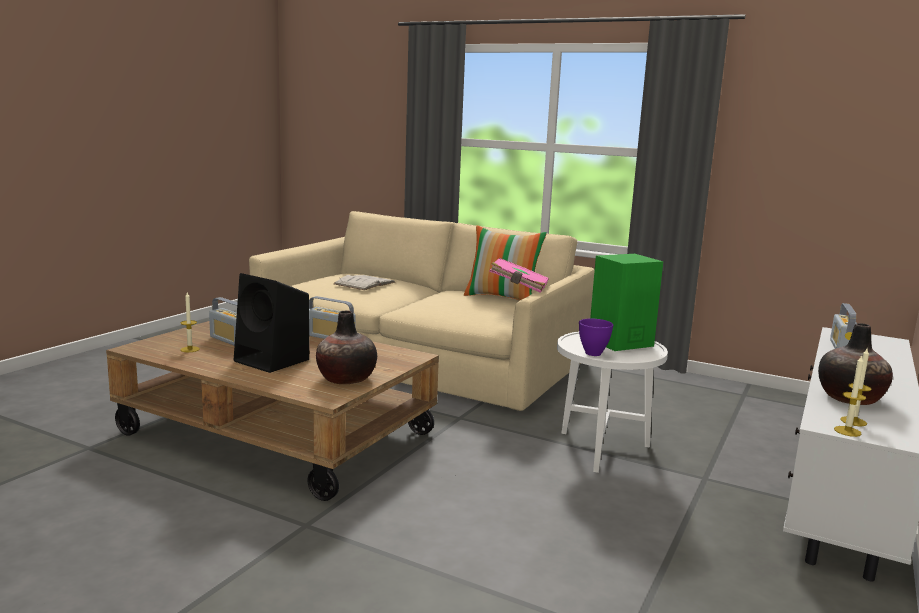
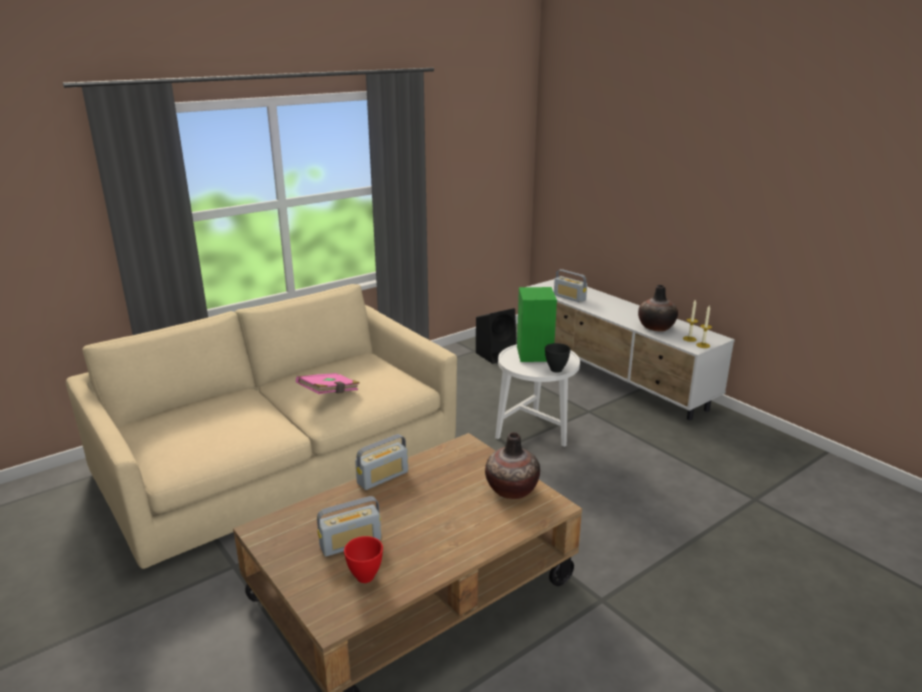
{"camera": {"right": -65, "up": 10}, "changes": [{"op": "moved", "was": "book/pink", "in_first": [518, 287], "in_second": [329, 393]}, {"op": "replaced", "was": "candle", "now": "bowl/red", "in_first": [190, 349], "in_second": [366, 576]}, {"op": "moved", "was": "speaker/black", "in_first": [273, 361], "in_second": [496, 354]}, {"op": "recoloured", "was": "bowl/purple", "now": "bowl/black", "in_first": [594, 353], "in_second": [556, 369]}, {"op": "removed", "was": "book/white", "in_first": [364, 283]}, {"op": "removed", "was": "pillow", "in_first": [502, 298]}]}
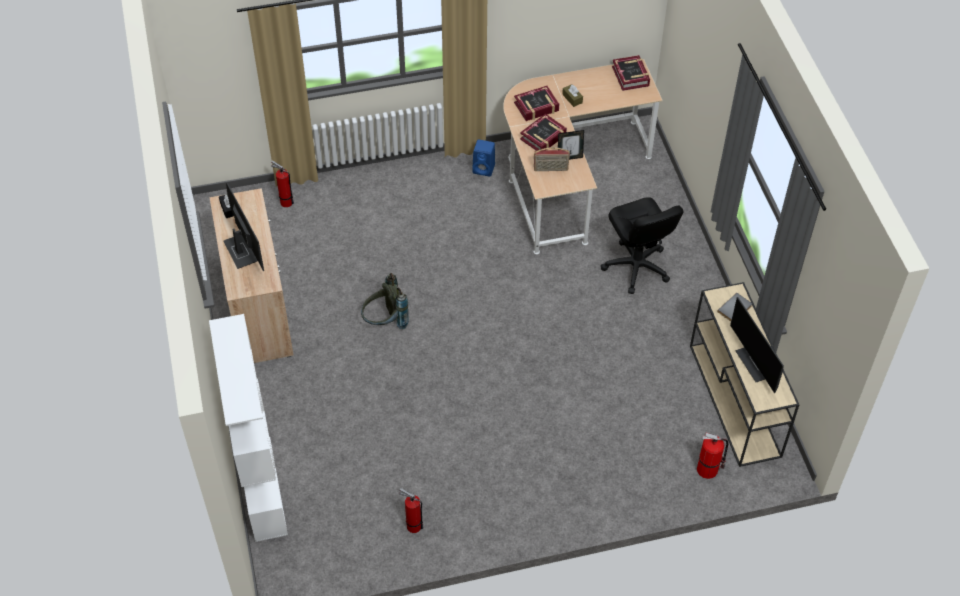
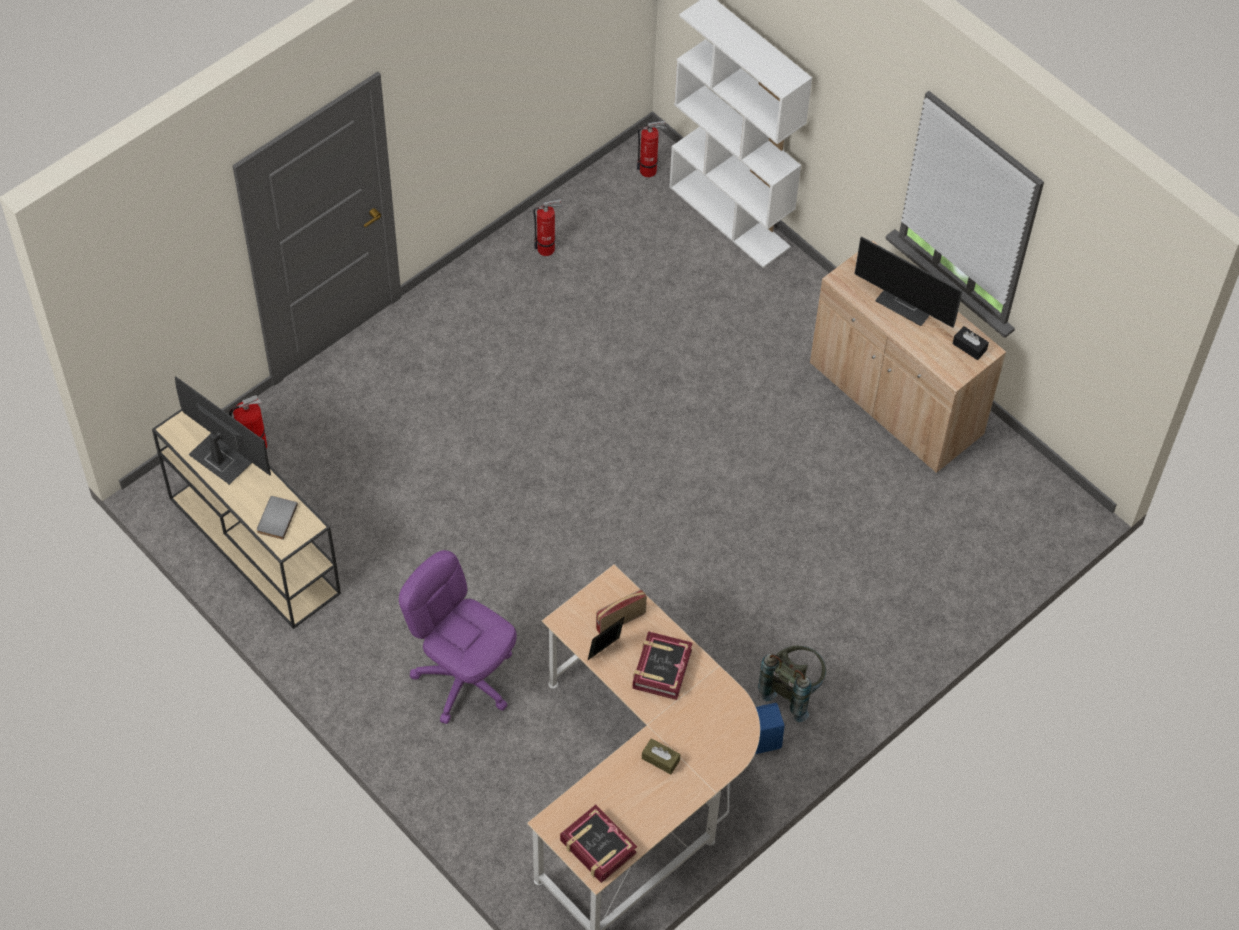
{"camera": {"right": 150, "up": 5}, "changes": [{"op": "recoloured", "was": "office chair/black", "now": "office chair/purple", "in_first": [636, 267], "in_second": [464, 678]}, {"op": "moved", "was": "fire extinguisher", "in_first": [285, 202], "in_second": [650, 170]}, {"op": "moved", "was": "backpack/grey", "in_first": [385, 322], "in_second": [792, 690]}, {"op": "removed", "was": "book", "in_first": [536, 107]}]}
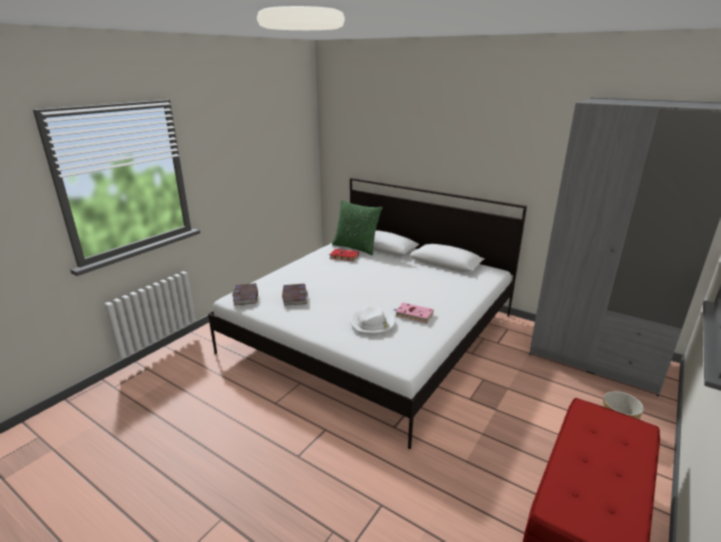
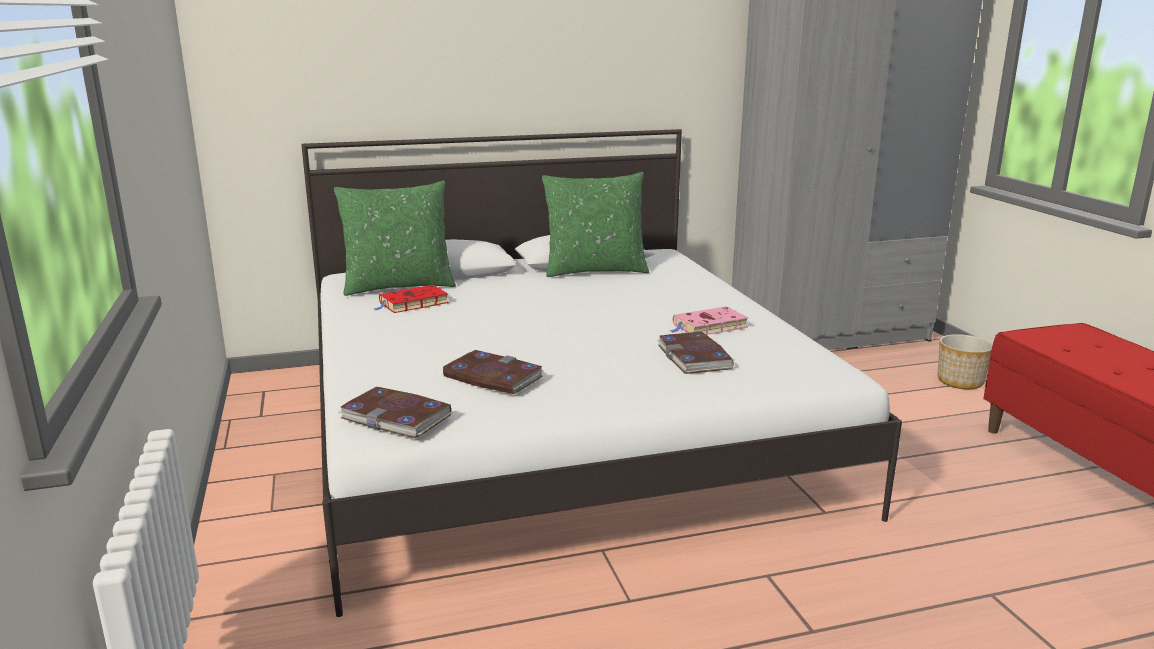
{"camera": {"right": -50, "up": -5}, "changes": [{"op": "added", "now": "pillow/green", "in_second": [595, 270]}, {"op": "replaced", "was": "hat/white", "now": "book", "in_first": [372, 324], "in_second": [694, 357]}]}
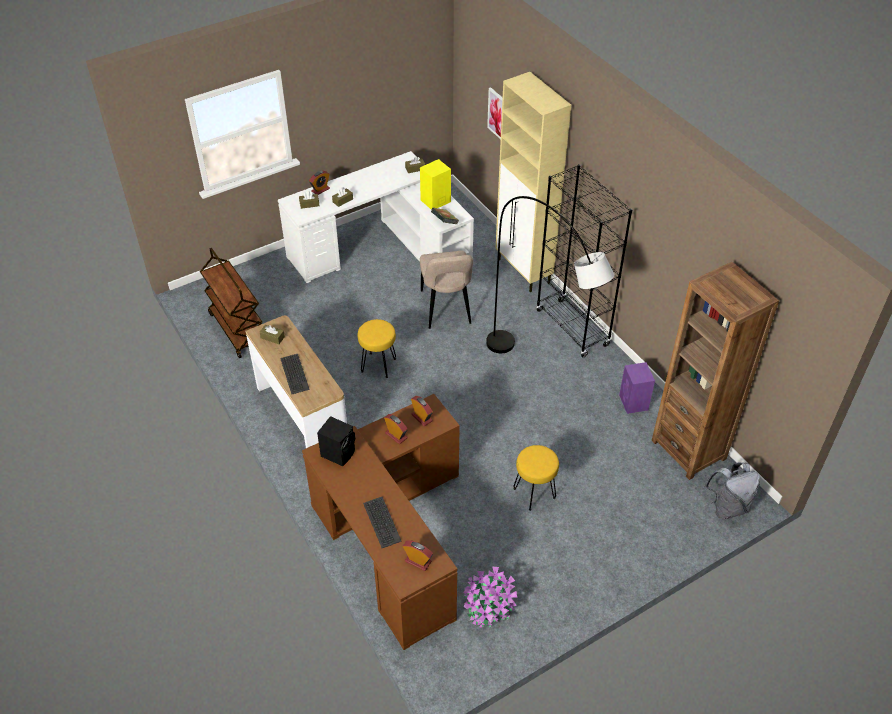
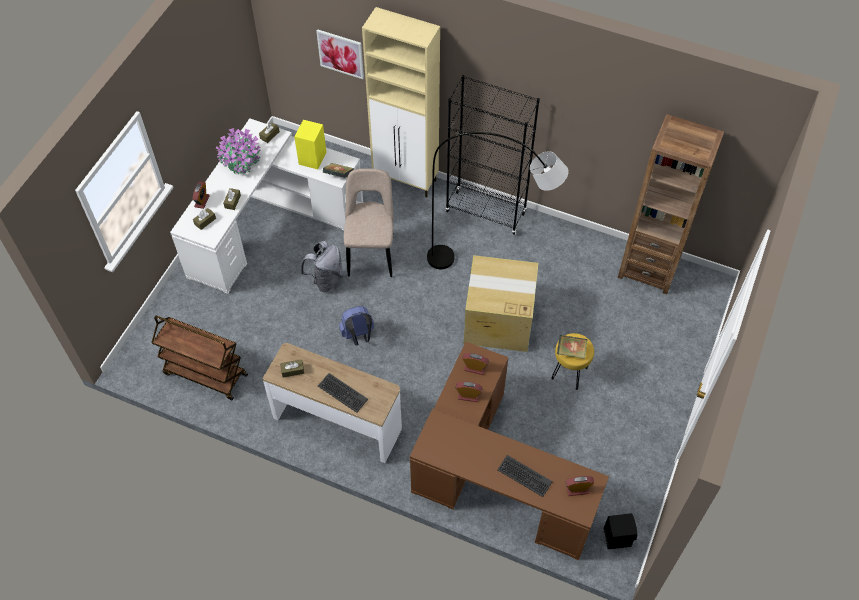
{"camera": {"right": -35, "up": 10}, "changes": [{"op": "moved", "was": "potted plant", "in_first": [488, 607], "in_second": [240, 161]}, {"op": "moved", "was": "backpack/grey", "in_first": [727, 507], "in_second": [326, 280]}, {"op": "replaced", "was": "stool/yellow", "now": "backpack/blue", "in_first": [378, 365], "in_second": [358, 336]}, {"op": "turned", "was": "chair/beige", "in_first": [446, 309], "in_second": [371, 251], "clockwise": -135}, {"op": "added", "now": "cardboard box", "in_second": [497, 320]}, {"op": "added", "now": "book", "in_second": [571, 351]}, {"op": "moved", "was": "speaker/black", "in_first": [339, 452], "in_second": [617, 536]}, {"op": "removed", "was": "speaker/purple", "in_first": [633, 403]}]}
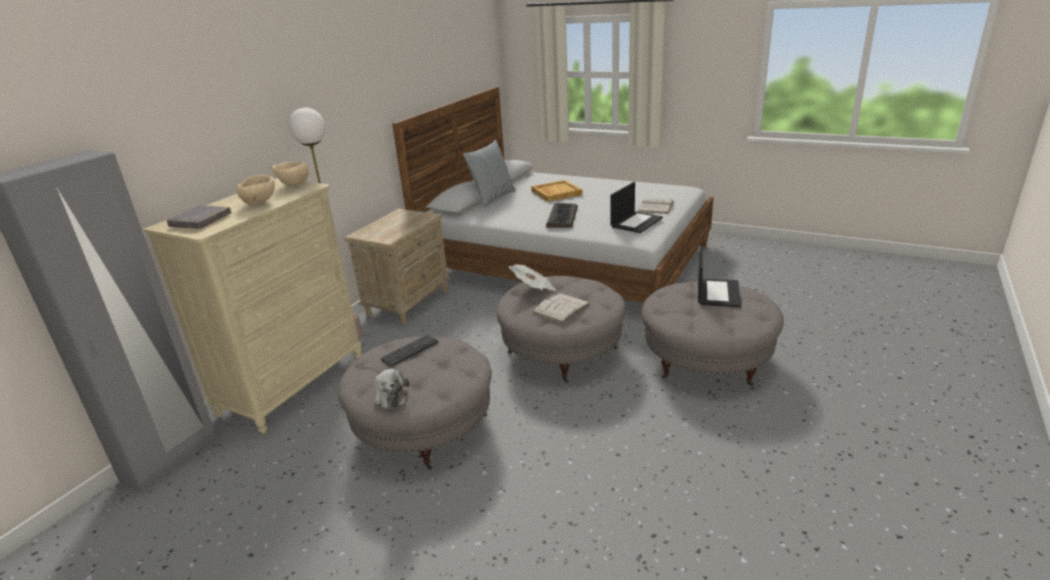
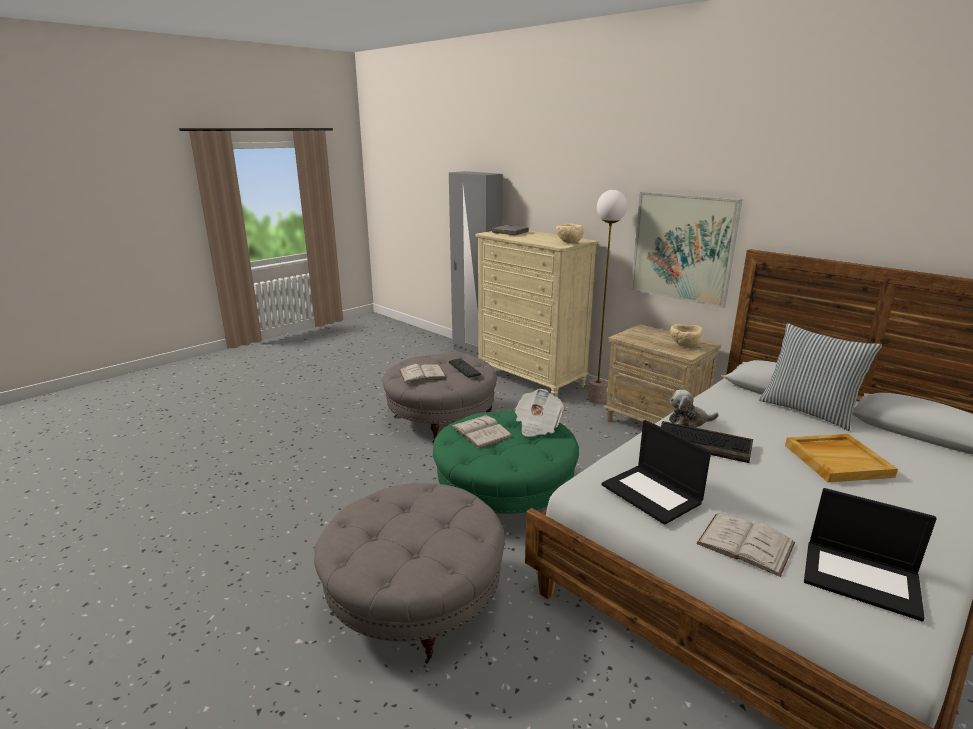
{"camera": {"right": 105, "up": -5}, "changes": [{"op": "added", "now": "book/white", "in_second": [422, 374]}, {"op": "recoloured", "was": "ottoman/grey", "now": "ottoman/green", "in_first": [562, 351], "in_second": [505, 496]}, {"op": "added", "now": "picture", "in_second": [682, 248]}, {"op": "moved", "was": "plush toy", "in_first": [390, 396], "in_second": [689, 421]}, {"op": "moved", "was": "bowl/beige", "in_first": [260, 203], "in_second": [684, 345]}, {"op": "moved", "was": "laptop", "in_first": [717, 292], "in_second": [862, 578]}]}
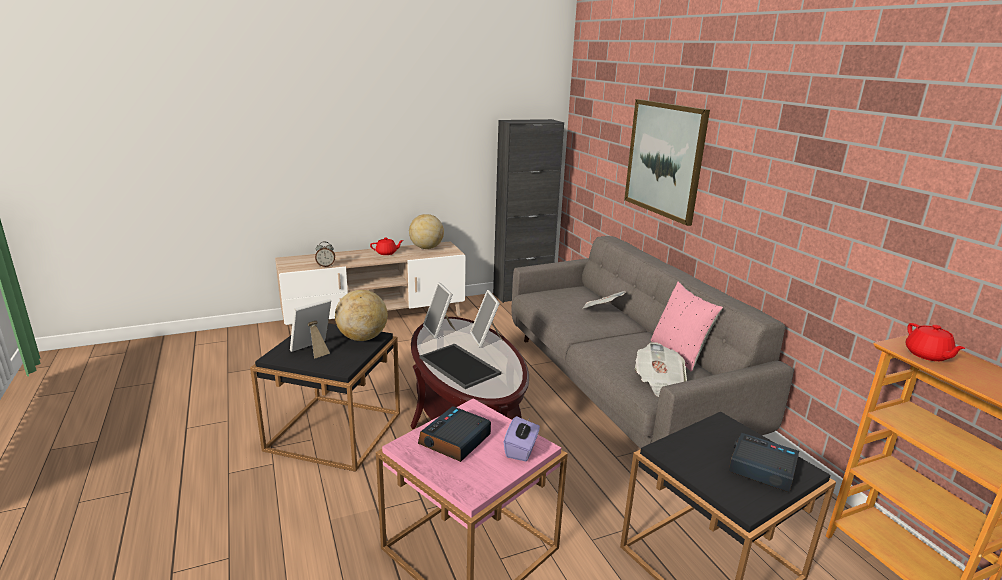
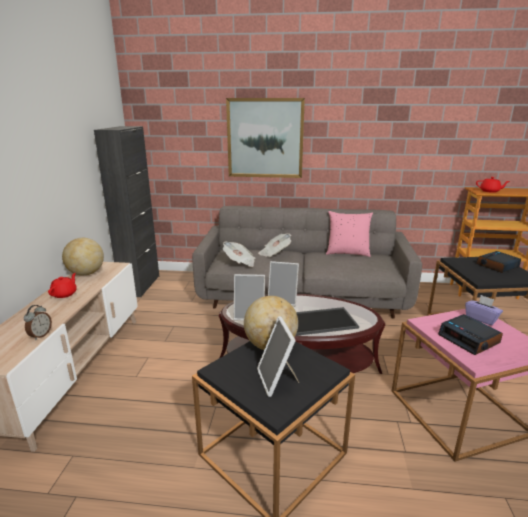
{"camera": {"right": -60, "up": 0}, "changes": [{"op": "moved", "was": "newspaper", "in_first": [659, 383], "in_second": [240, 262]}]}
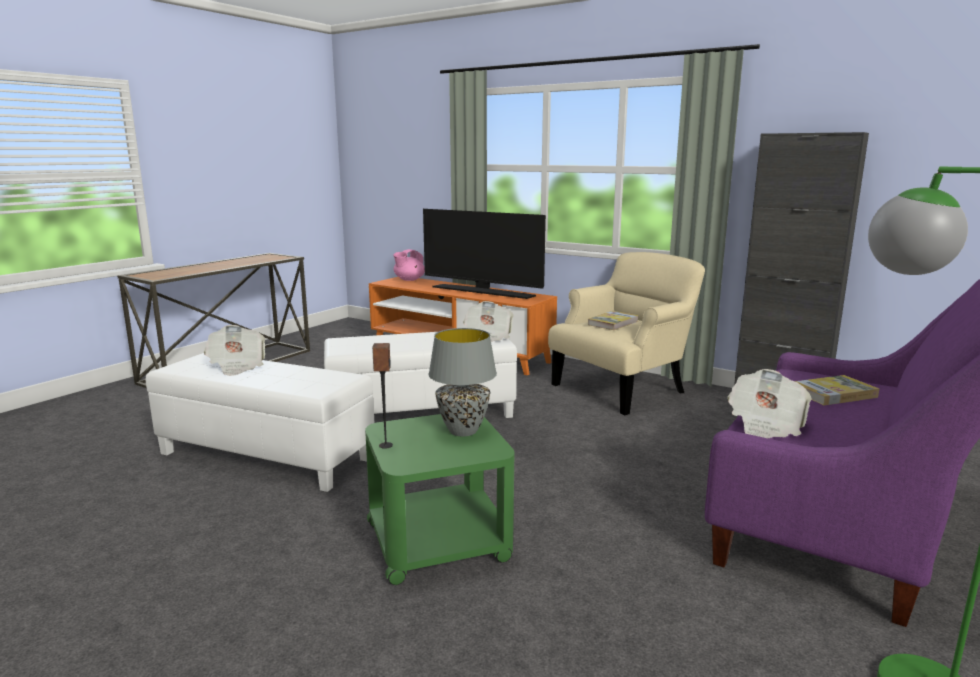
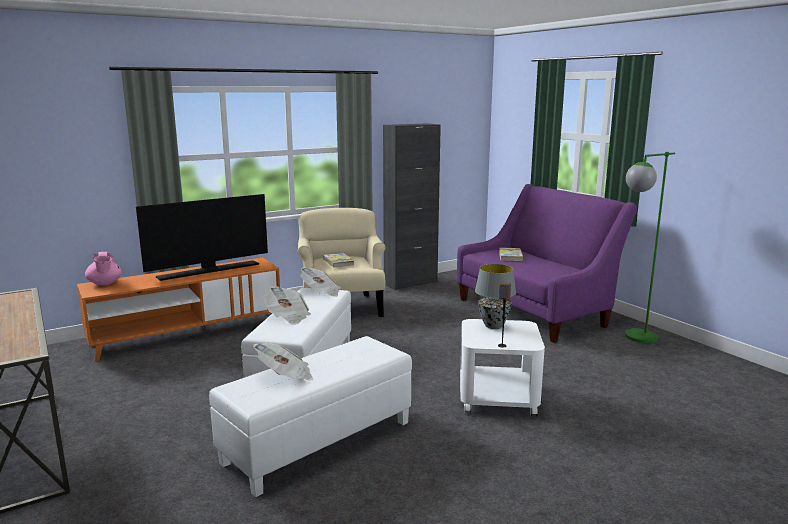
{"camera": {"right": -65, "up": 0}, "changes": [{"op": "moved", "was": "newspaper", "in_first": [765, 425], "in_second": [287, 317]}, {"op": "recoloured", "was": "side table/green", "now": "side table/white", "in_first": [439, 541], "in_second": [497, 396]}]}
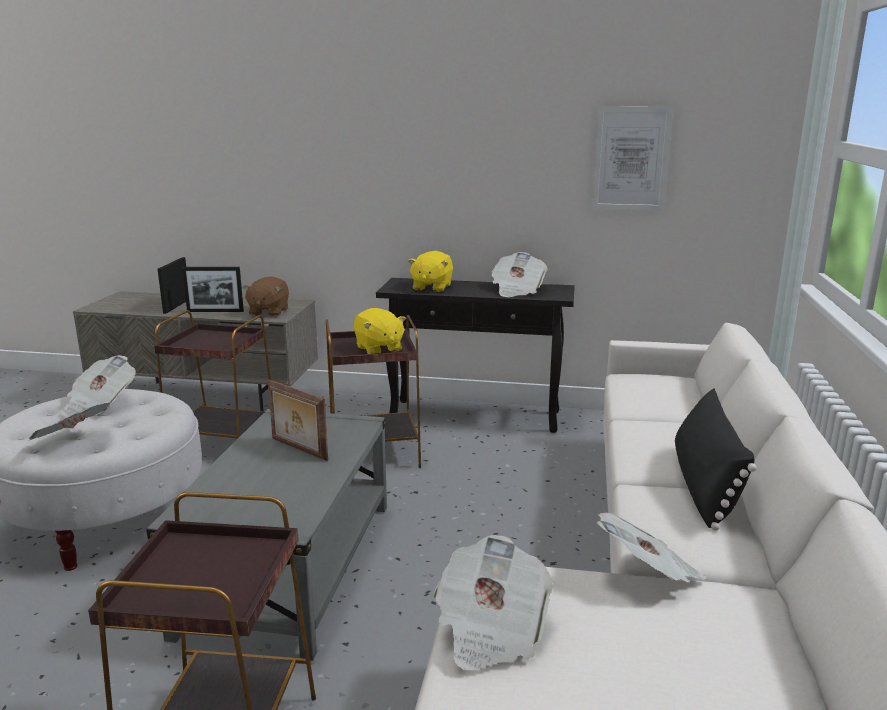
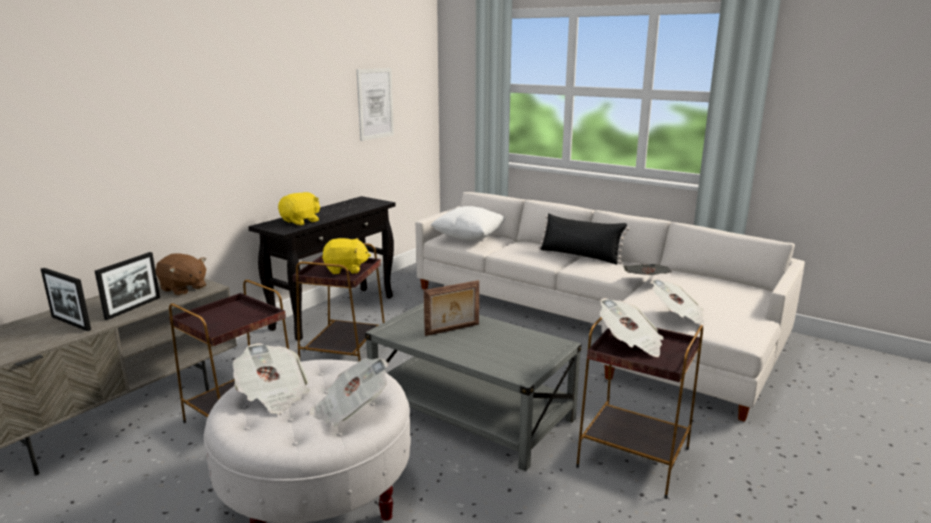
{"camera": {"right": -65, "up": 0}, "changes": [{"op": "turned", "was": "plush toy/yellow", "in_first": [431, 287], "in_second": [301, 221], "clockwise": -90}, {"op": "added", "now": "pillow/white", "in_second": [469, 237]}, {"op": "moved", "was": "newspaper", "in_first": [517, 290], "in_second": [630, 343]}]}
